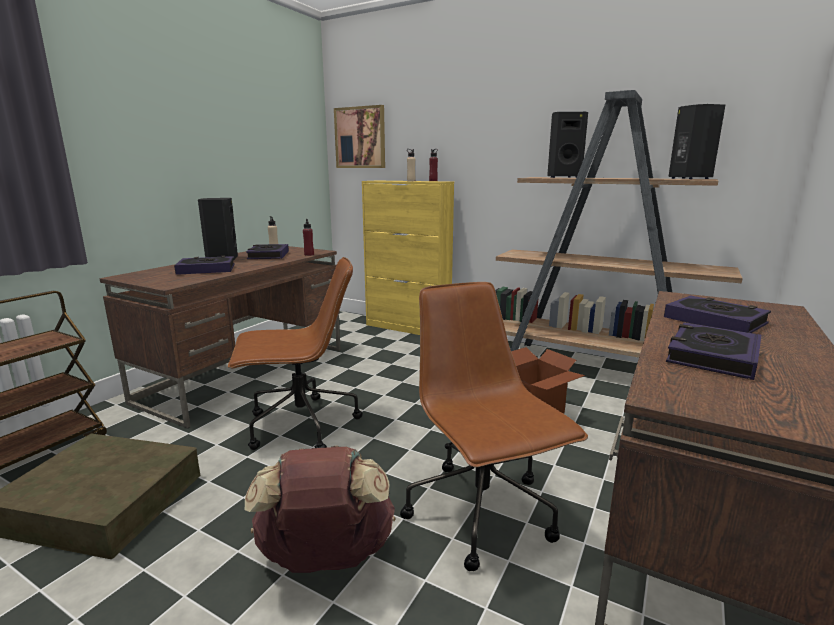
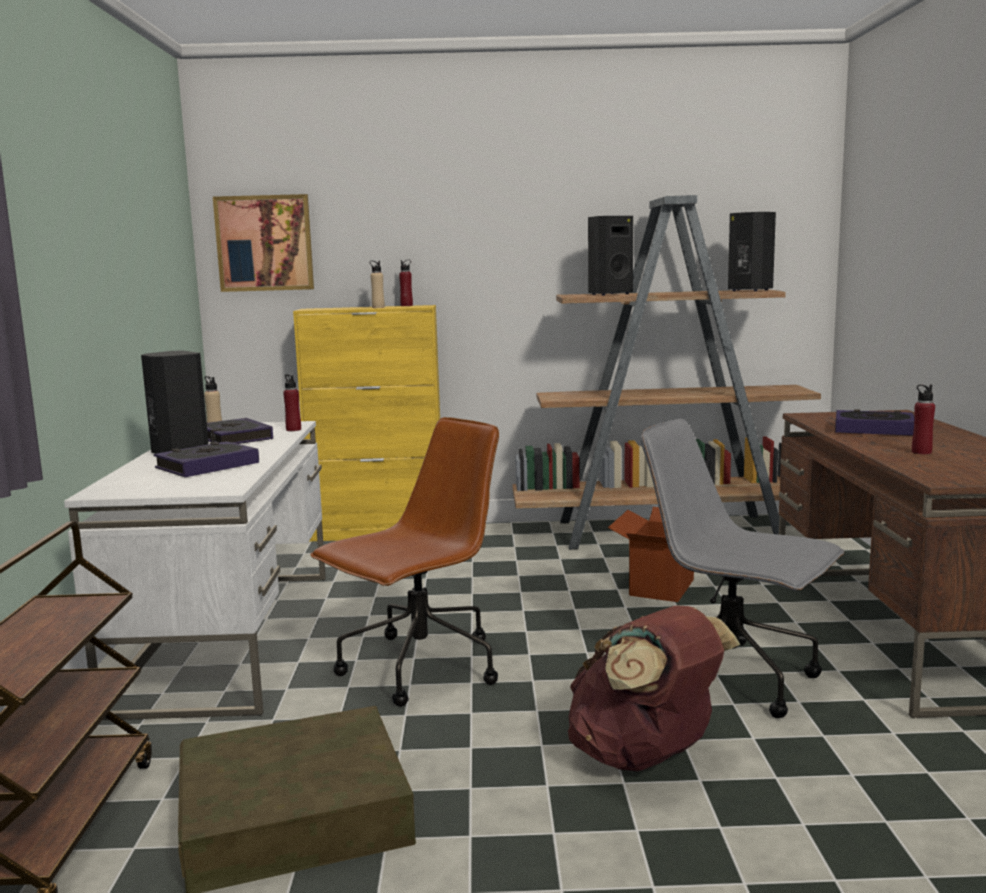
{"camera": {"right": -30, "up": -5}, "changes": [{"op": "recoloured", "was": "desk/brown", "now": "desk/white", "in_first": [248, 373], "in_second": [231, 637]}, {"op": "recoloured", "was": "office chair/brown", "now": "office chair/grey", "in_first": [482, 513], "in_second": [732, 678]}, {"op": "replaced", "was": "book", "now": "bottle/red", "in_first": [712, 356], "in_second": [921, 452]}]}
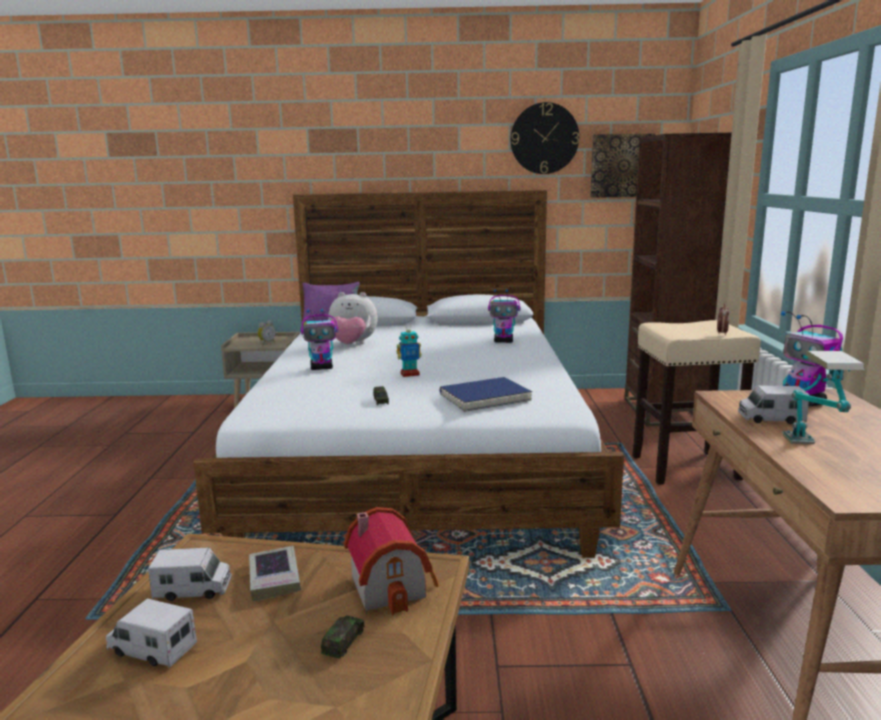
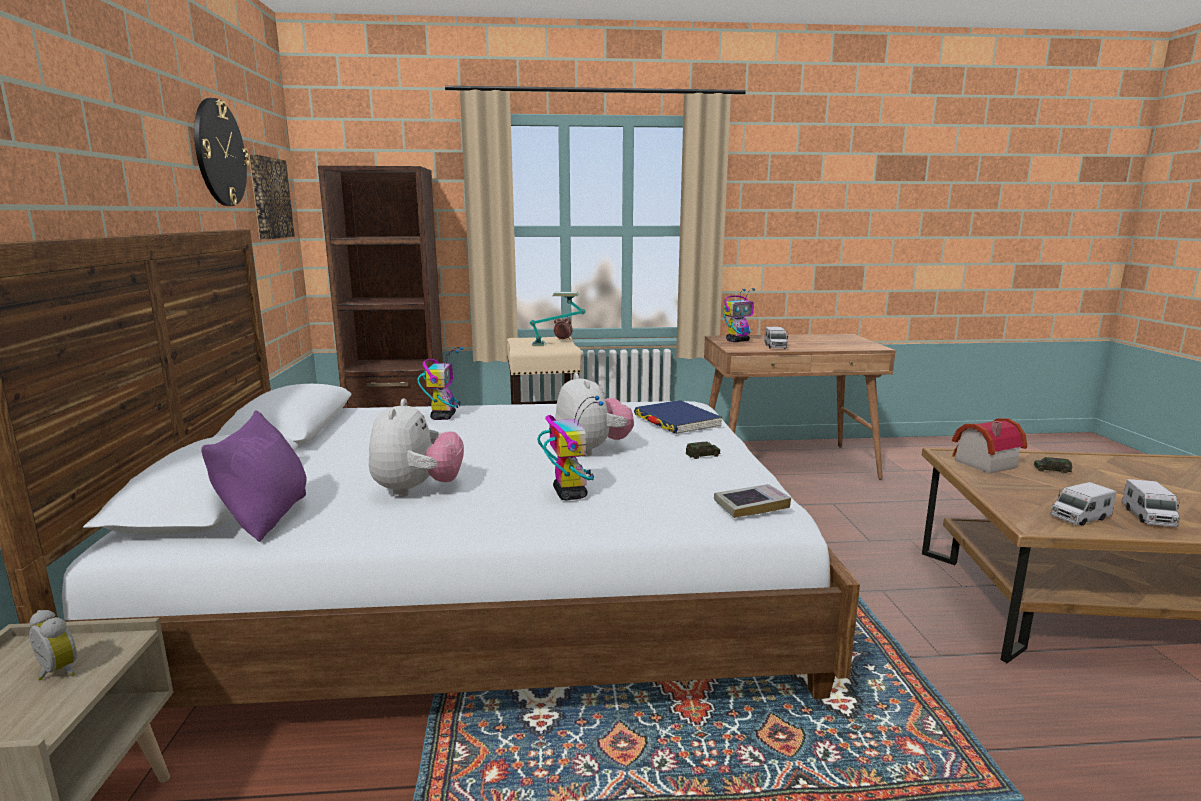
{"camera": {"right": -95, "up": 0}, "changes": [{"op": "moved", "was": "table lamp", "in_first": [813, 454], "in_second": [558, 345]}, {"op": "replaced", "was": "toy robot", "now": "plush toy", "in_first": [410, 374], "in_second": [592, 450]}, {"op": "moved", "was": "book", "in_first": [274, 578], "in_second": [751, 505]}, {"op": "turned", "was": "toy truck", "in_first": [193, 590], "in_second": [1079, 517], "clockwise": -105}]}
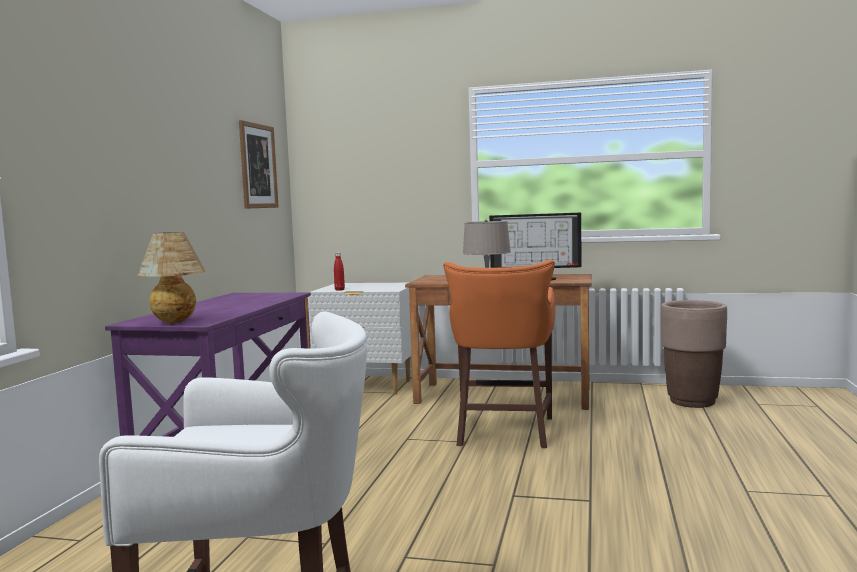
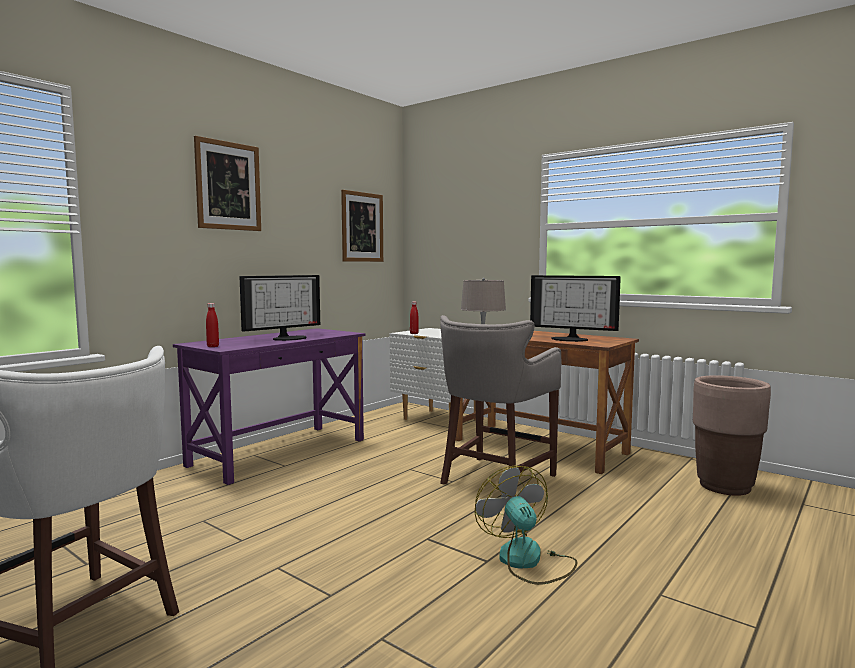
{"camera": {"right": 25, "up": 0}, "changes": [{"op": "added", "now": "picture", "in_second": [228, 186]}, {"op": "replaced", "was": "table lamp", "now": "bottle/red", "in_first": [176, 322], "in_second": [213, 346]}, {"op": "added", "now": "monitor", "in_second": [288, 338]}, {"op": "recoloured", "was": "stool/orange", "now": "stool/grey", "in_first": [503, 432], "in_second": [495, 479]}, {"op": "added", "now": "fan", "in_second": [527, 561]}]}
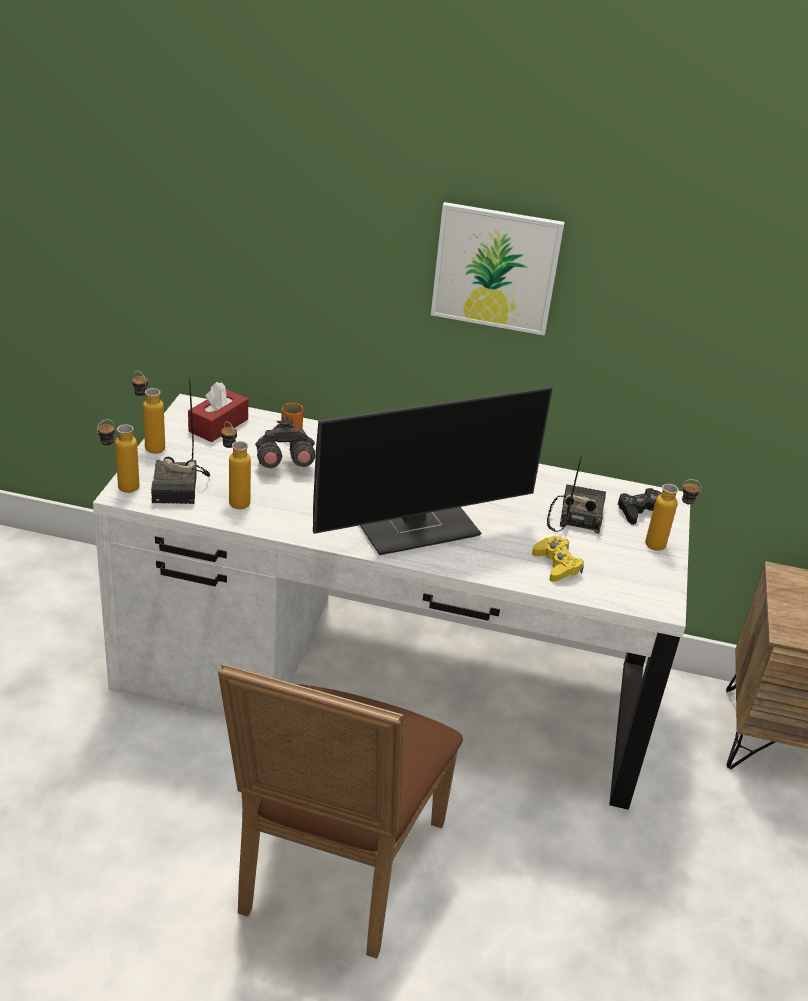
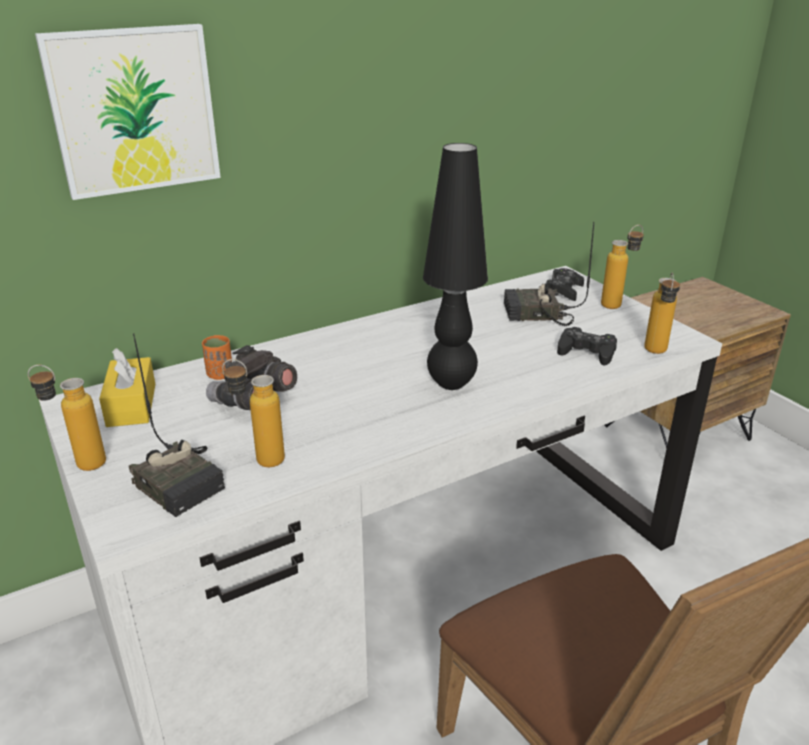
{"camera": {"right": -40, "up": -5}, "changes": [{"op": "moved", "was": "picture", "in_first": [495, 268], "in_second": [134, 111]}, {"op": "recoloured", "was": "tissue box/red", "now": "tissue box/yellow", "in_first": [218, 425], "in_second": [131, 405]}, {"op": "replaced", "was": "monitor", "now": "table lamp/black", "in_first": [418, 526], "in_second": [451, 384]}, {"op": "turned", "was": "radio", "in_first": [575, 516], "in_second": [536, 315], "clockwise": -60}, {"op": "recoloured", "was": "game controller/yellow", "now": "game controller/black", "in_first": [556, 565], "in_second": [586, 352]}, {"op": "moved", "was": "bottle", "in_first": [120, 490], "in_second": [656, 353]}]}
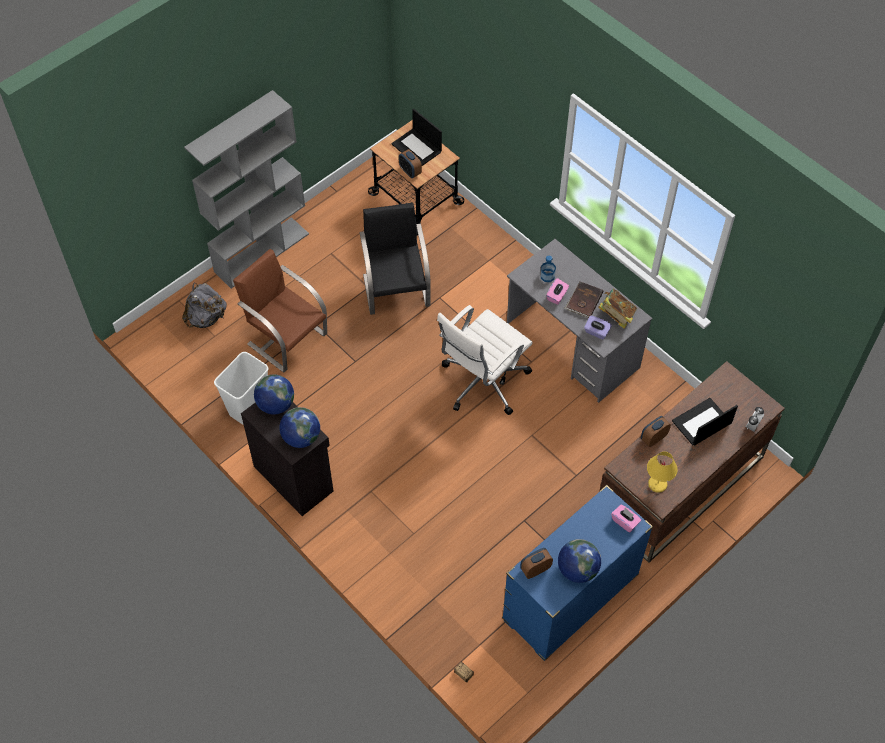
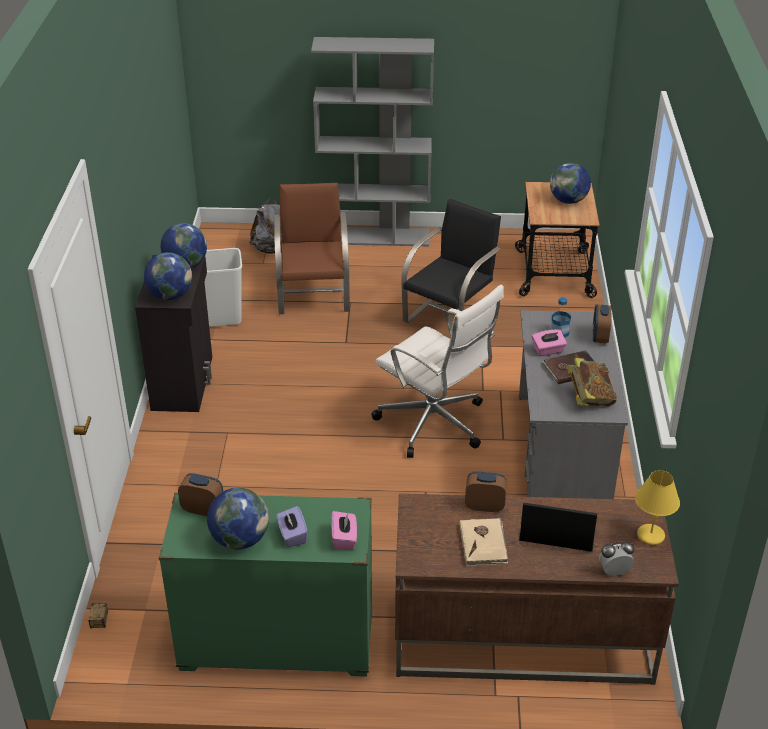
{"camera": {"right": 45, "up": -20}, "changes": [{"op": "recoloured", "was": "dresser/blue", "now": "dresser/green", "in_first": [570, 598], "in_second": [276, 642]}, {"op": "moved", "was": "tissue box/purple", "in_first": [596, 332], "in_second": [292, 535]}, {"op": "turned", "was": "office chair/white", "in_first": [482, 382], "in_second": [434, 424], "clockwise": -135}, {"op": "added", "now": "book/beige", "in_second": [484, 544]}, {"op": "replaced", "was": "laptop", "now": "globe", "in_first": [417, 148], "in_second": [568, 201]}, {"op": "moved", "was": "alarm clock", "in_first": [410, 172], "in_second": [600, 337]}, {"op": "moved", "was": "table lamp/yellow", "in_first": [657, 484], "in_second": [650, 535]}]}
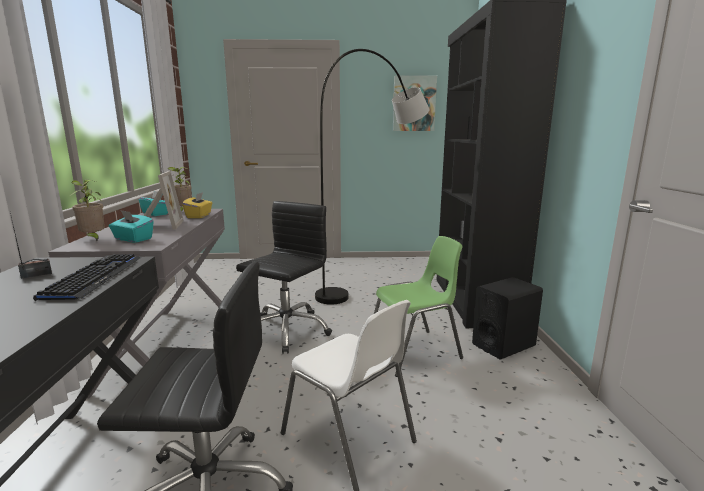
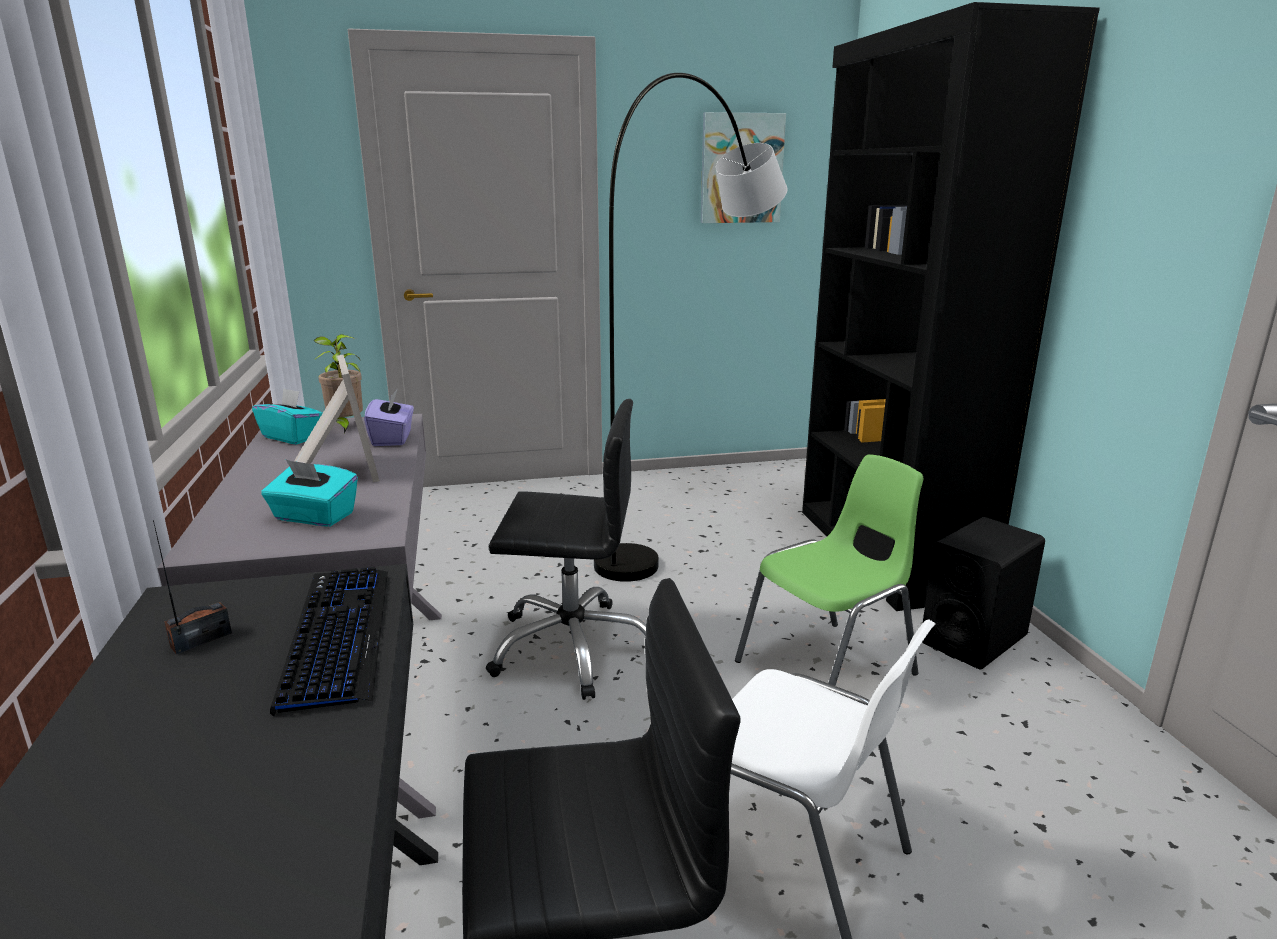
{"camera": {"right": -10, "up": 5}, "changes": [{"op": "recoloured", "was": "tissue box/yellow", "now": "tissue box/purple", "in_first": [199, 216], "in_second": [393, 438]}, {"op": "turned", "was": "office chair/black", "in_first": [286, 330], "in_second": [573, 647], "clockwise": 75}, {"op": "removed", "was": "potted plant", "in_first": [93, 239]}]}
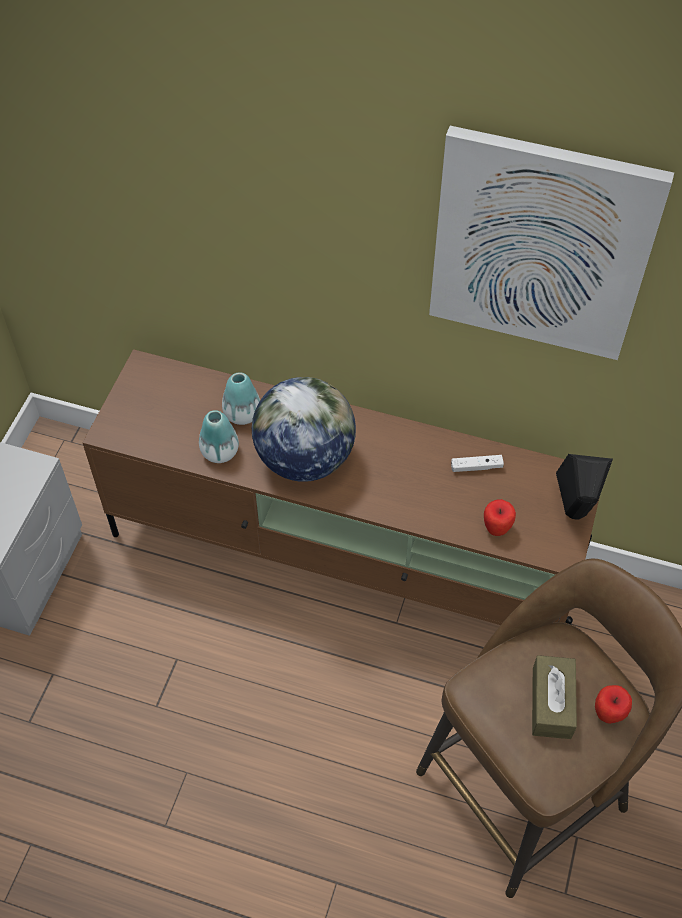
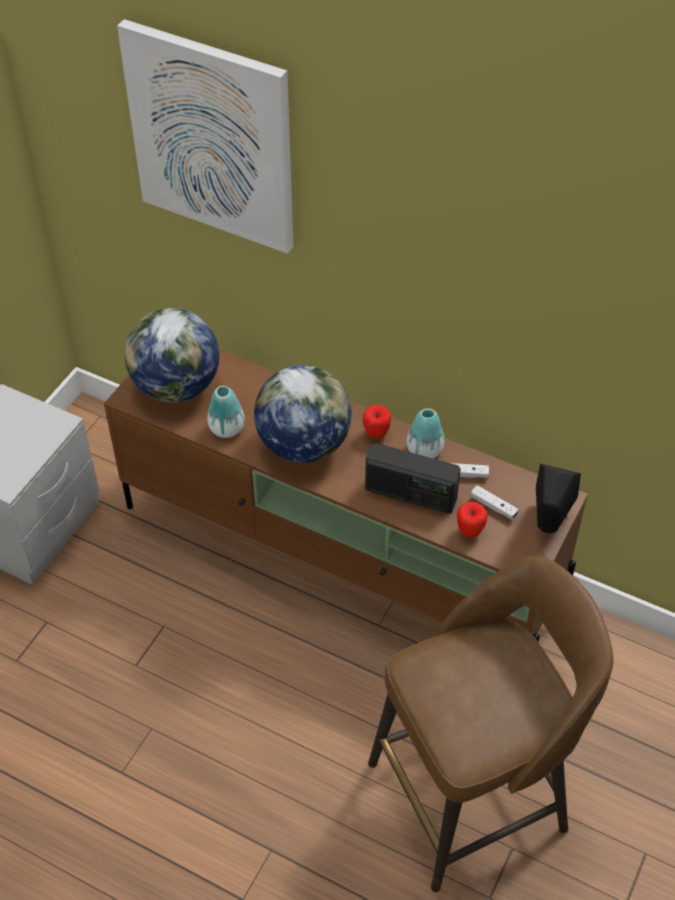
{"camera": {"right": 10, "up": -5}, "changes": [{"op": "moved", "was": "picture", "in_first": [541, 245], "in_second": [212, 137]}, {"op": "added", "now": "globe", "in_second": [176, 387]}, {"op": "moved", "was": "apple", "in_first": [607, 714], "in_second": [376, 434]}, {"op": "added", "now": "radio", "in_second": [410, 494]}, {"op": "moved", "was": "vase", "in_first": [242, 414], "in_second": [424, 450]}, {"op": "added", "now": "game controller/white", "in_second": [493, 506]}, {"op": "removed", "was": "tissue box/brown", "in_first": [551, 703]}]}
